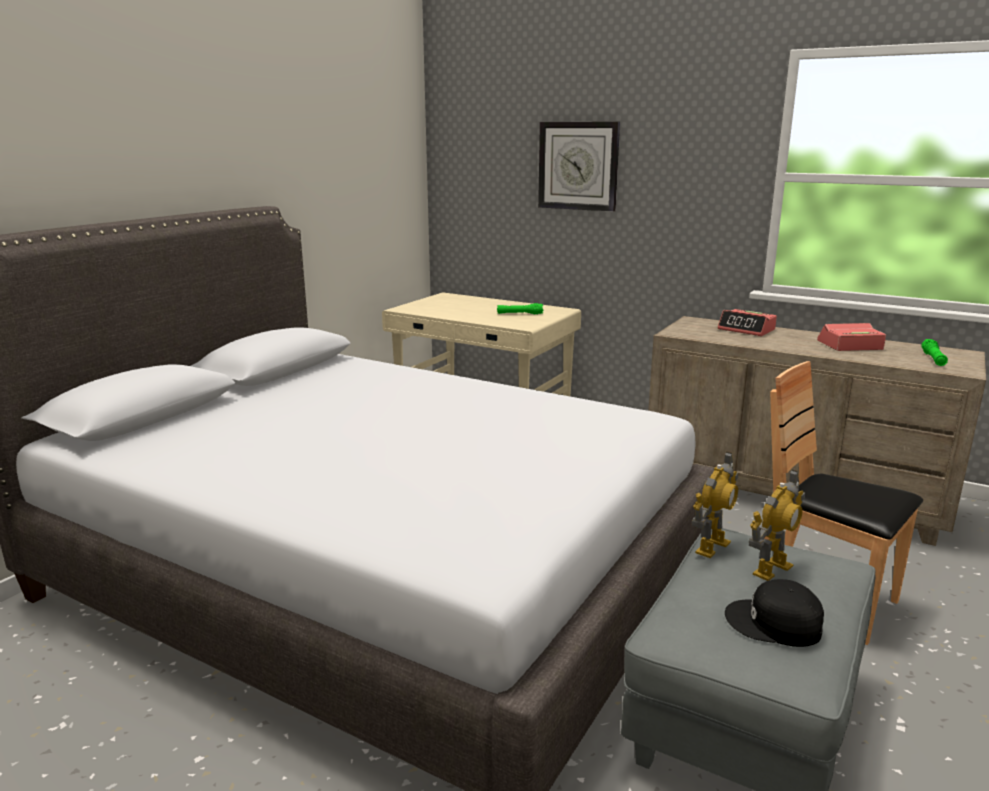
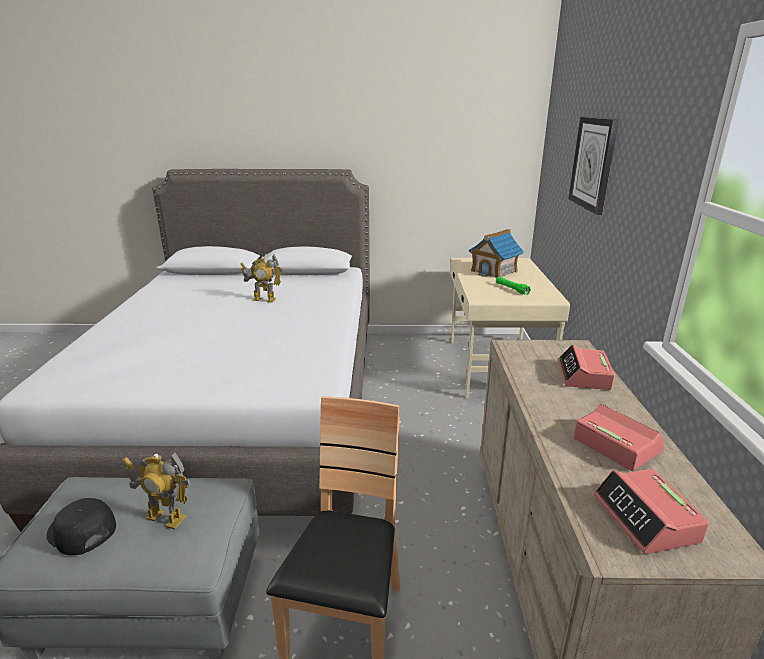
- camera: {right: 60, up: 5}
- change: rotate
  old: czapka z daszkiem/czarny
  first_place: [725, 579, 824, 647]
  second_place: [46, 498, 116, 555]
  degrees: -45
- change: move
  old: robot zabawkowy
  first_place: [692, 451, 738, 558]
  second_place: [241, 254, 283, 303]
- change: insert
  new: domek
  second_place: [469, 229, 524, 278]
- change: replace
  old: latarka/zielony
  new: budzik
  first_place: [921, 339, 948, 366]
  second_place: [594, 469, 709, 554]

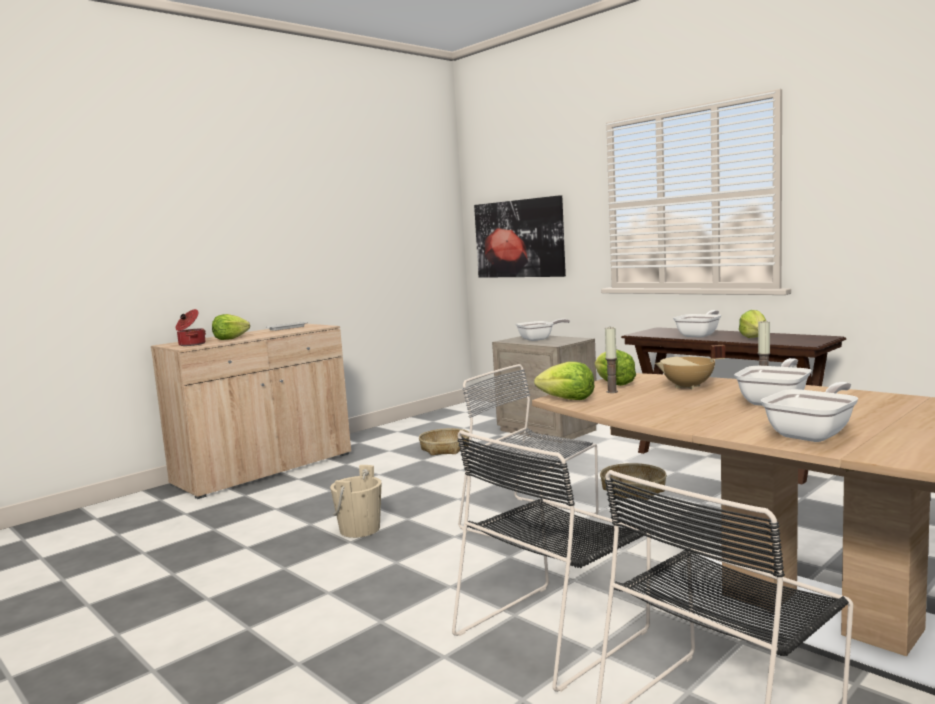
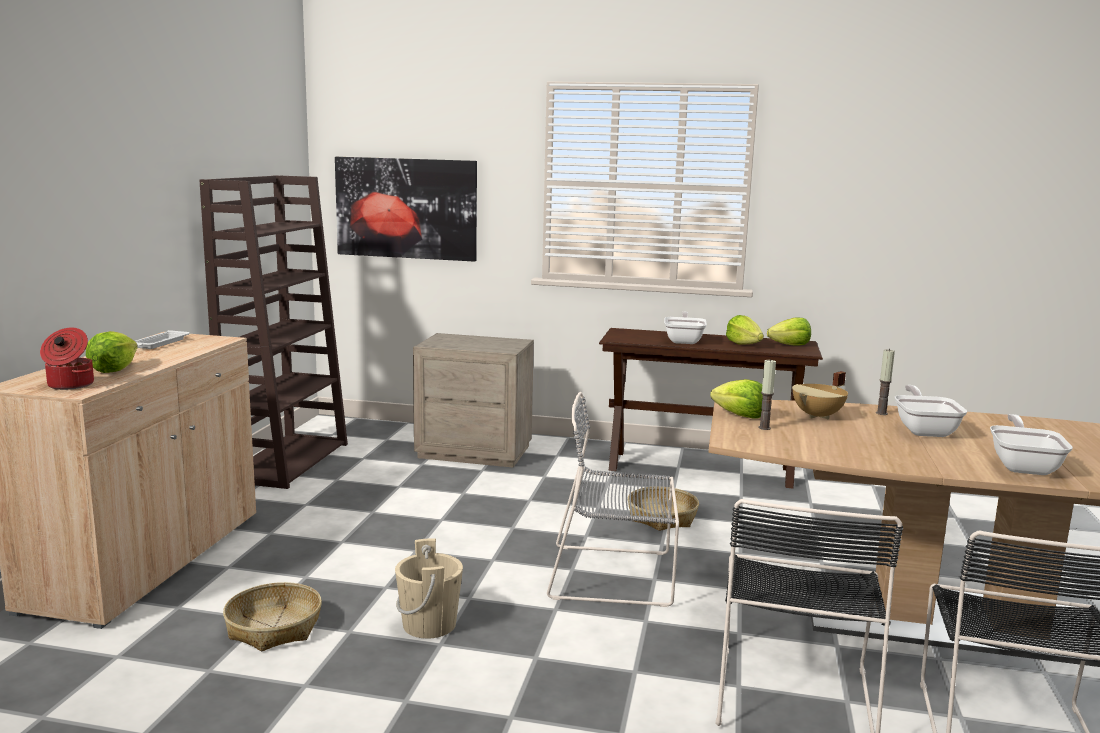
- camera: {right: -35, up: 5}
- change: insert
  new: regał/brązowy
  second_place: [199, 175, 348, 489]
- change: move
  old: koszyk
  first_place: [419, 428, 470, 455]
  second_place: [223, 582, 322, 651]
- change: move
  old: sałata
  first_place: [534, 362, 595, 400]
  second_place: [767, 318, 811, 346]
- change: delete
  old: patelnia
  first_place: [516, 319, 570, 341]

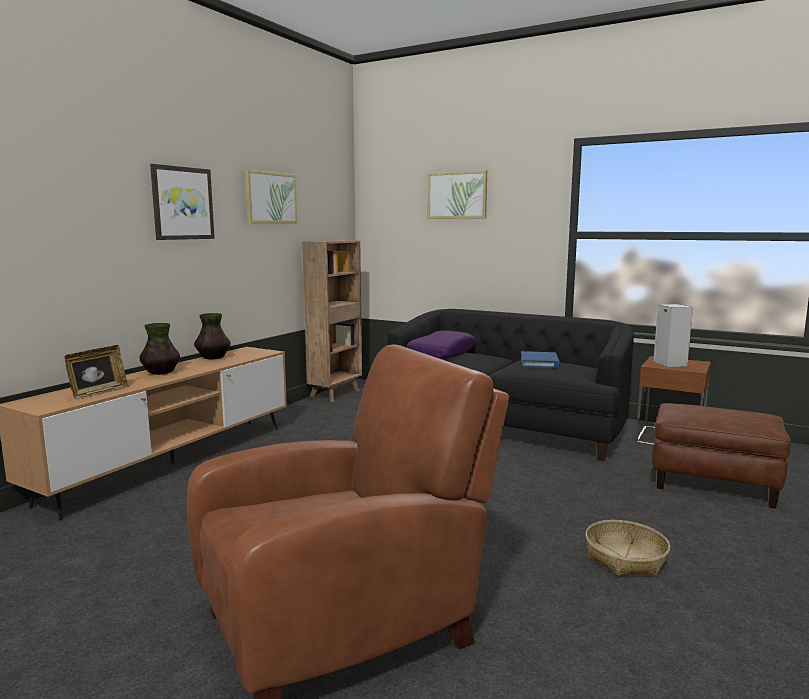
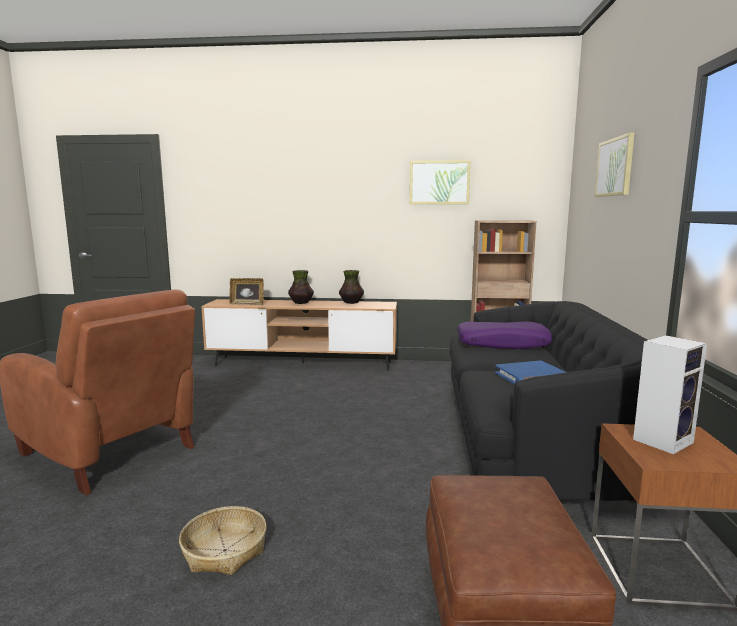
- camera: {right: 65, up: 0}
- change: delete
  old: obraz
  first_place: [150, 164, 215, 240]

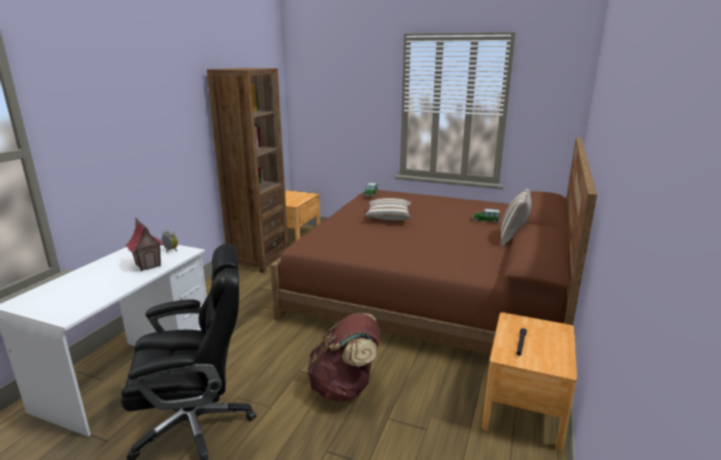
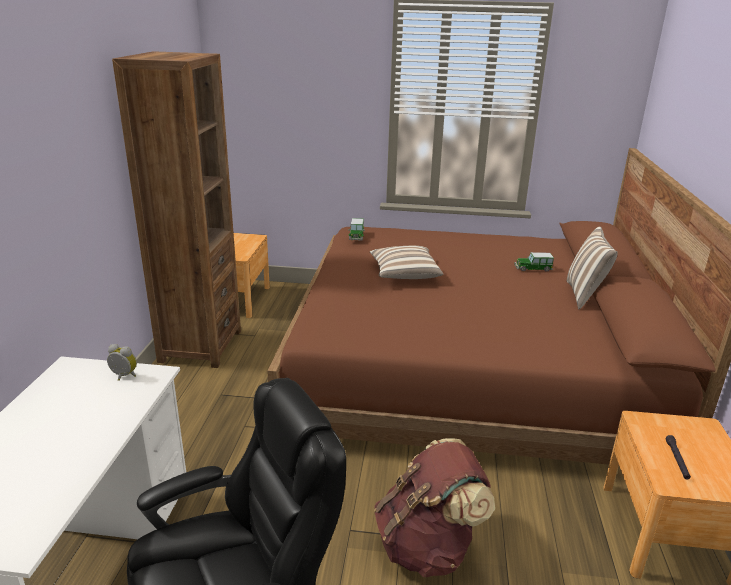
- camera: {right: -15, up: 5}
- change: delete
  old: domek
  first_place: [126, 218, 164, 271]

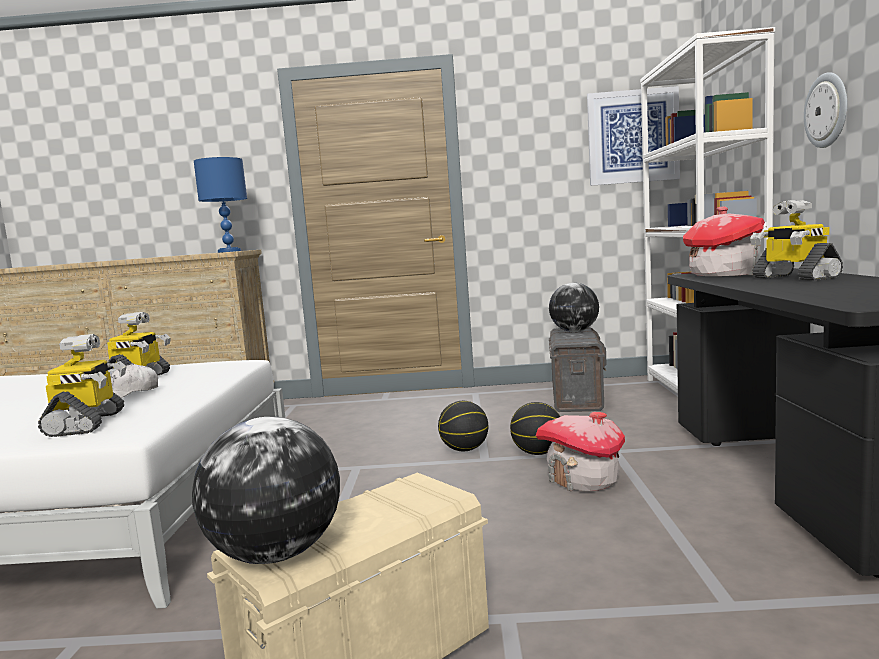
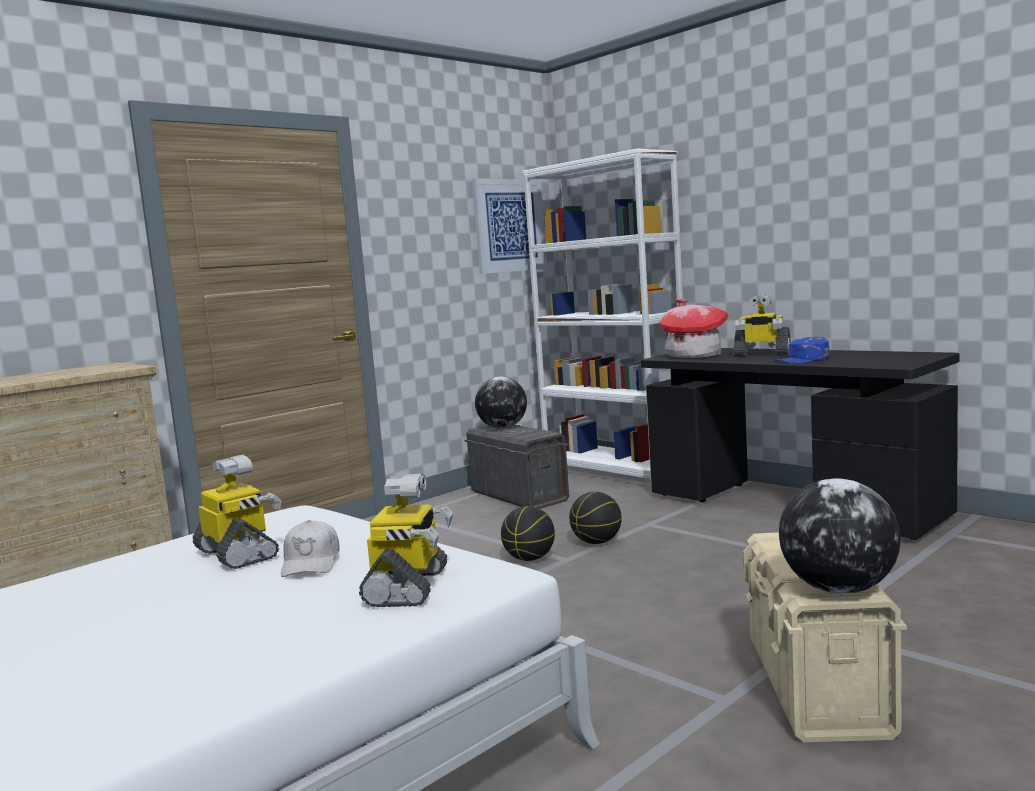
- camera: {right: -45, up: 0}
- change: rotate
  old: robot zabawkowy
  first_place: [38, 334, 126, 437]
  second_place: [359, 474, 453, 607]
  degrees: 60
- change: insert
  new: czapka z daszkiem/niebieski
  second_place: [774, 337, 830, 363]
- change: delete
  old: lampa stołowa/niebieski
  first_place: [194, 157, 247, 253]
- change: delete
  old: domek
  first_place: [536, 412, 625, 491]
- change: delete
  old: zegar ścienny
  first_place: [804, 72, 848, 148]

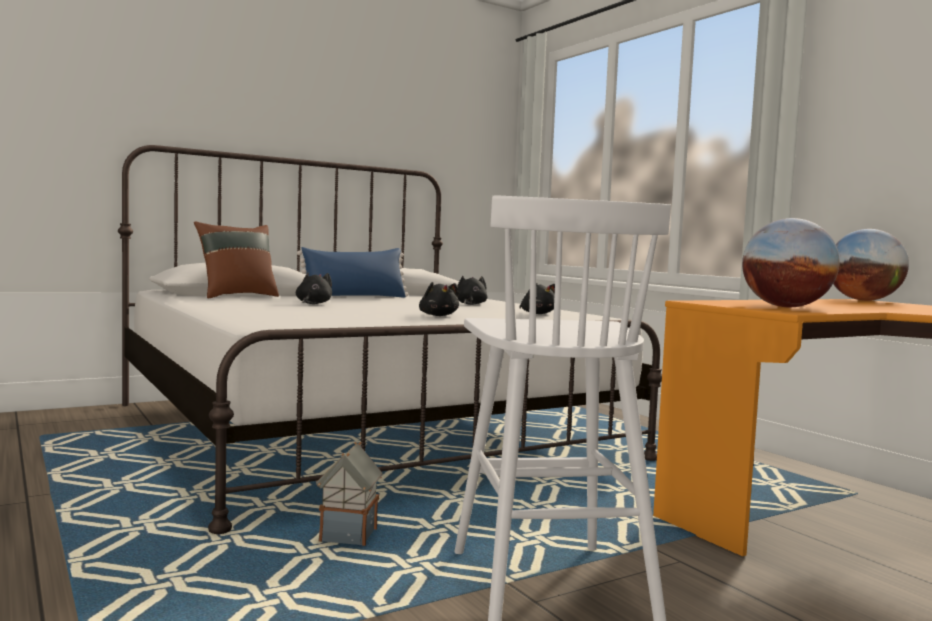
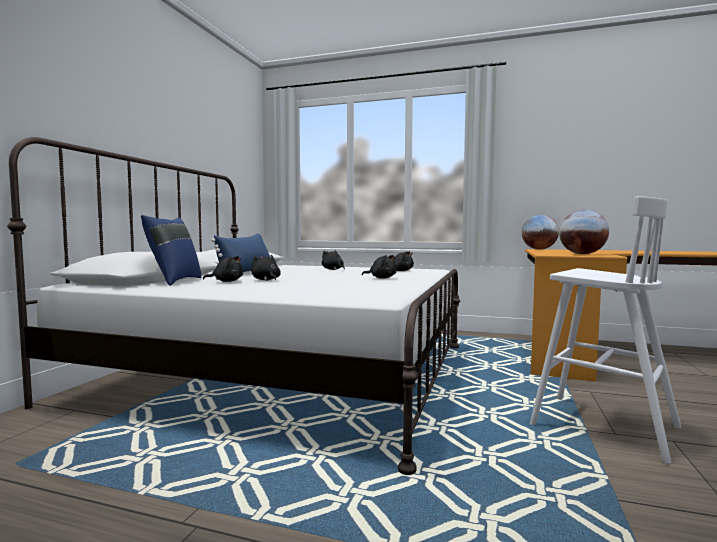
- camera: {right: -40, up: 0}
- change: recolor
  old: poduszka/brązowy
  new: poduszka/niebieski
  first_place: [194, 221, 279, 299]
  second_place: [141, 215, 202, 286]
- change: insert
  new: pluszak/czarny
  second_place: [203, 256, 243, 282]
- change: delete
  old: domek
  first_place: [316, 441, 383, 546]

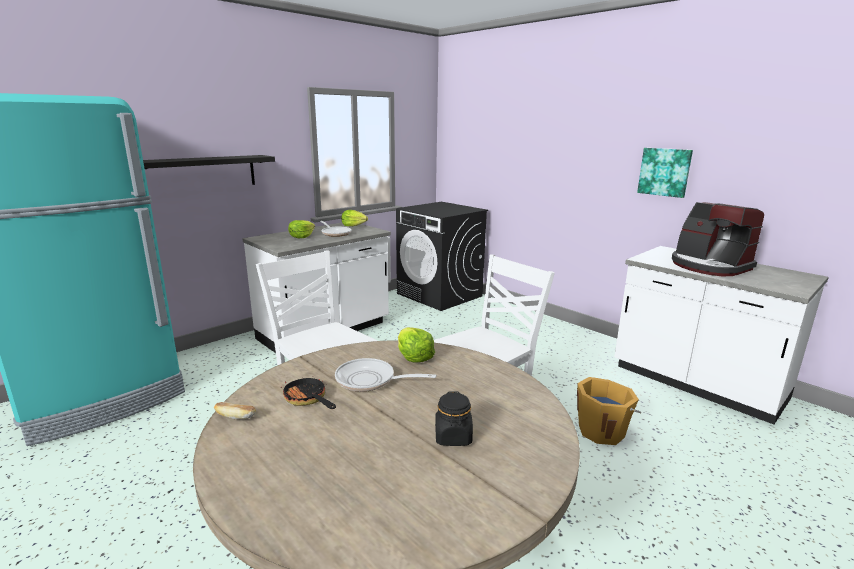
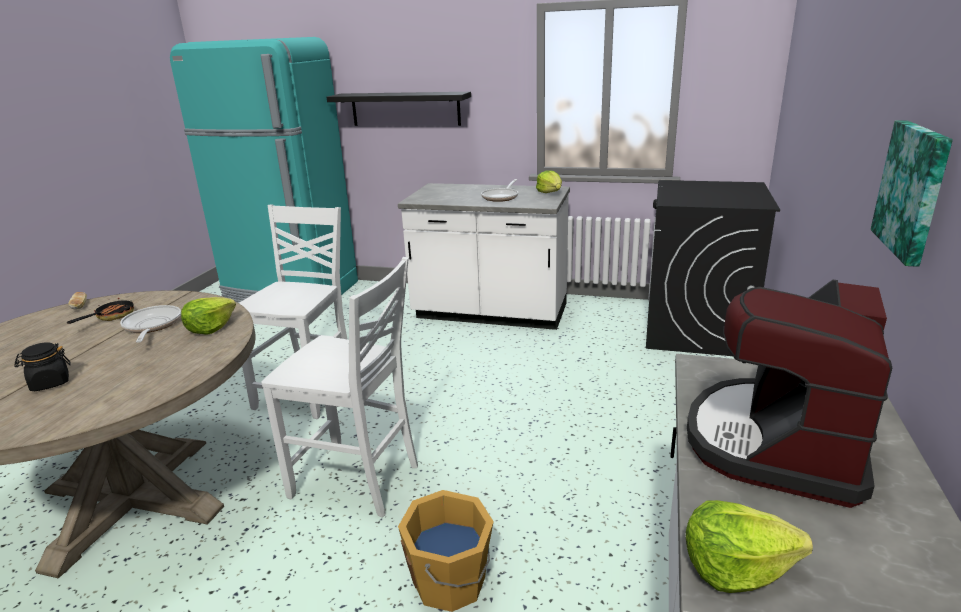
- camera: {right: 60, up: 5}
- change: move
  old: sałata
  first_place: [288, 220, 315, 238]
  second_place: [686, 500, 813, 593]

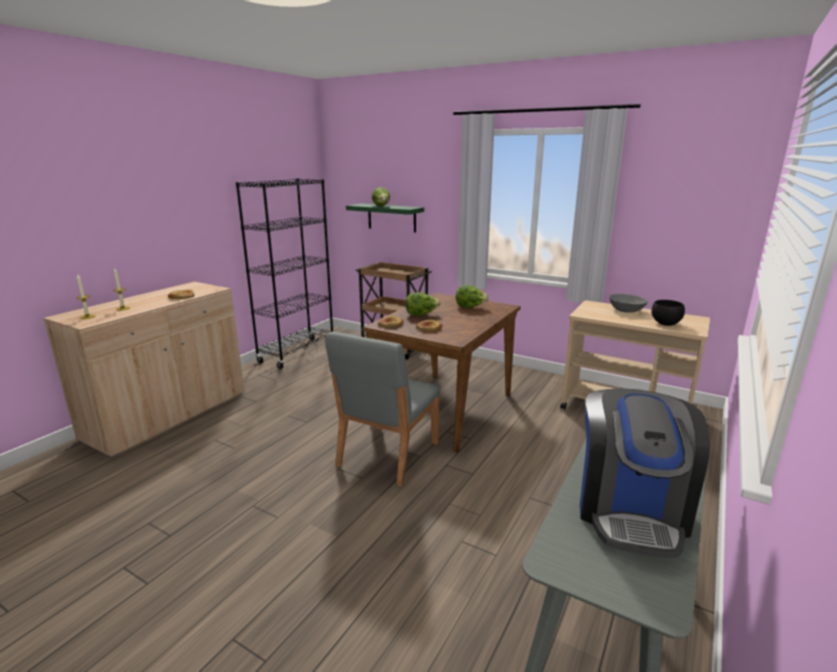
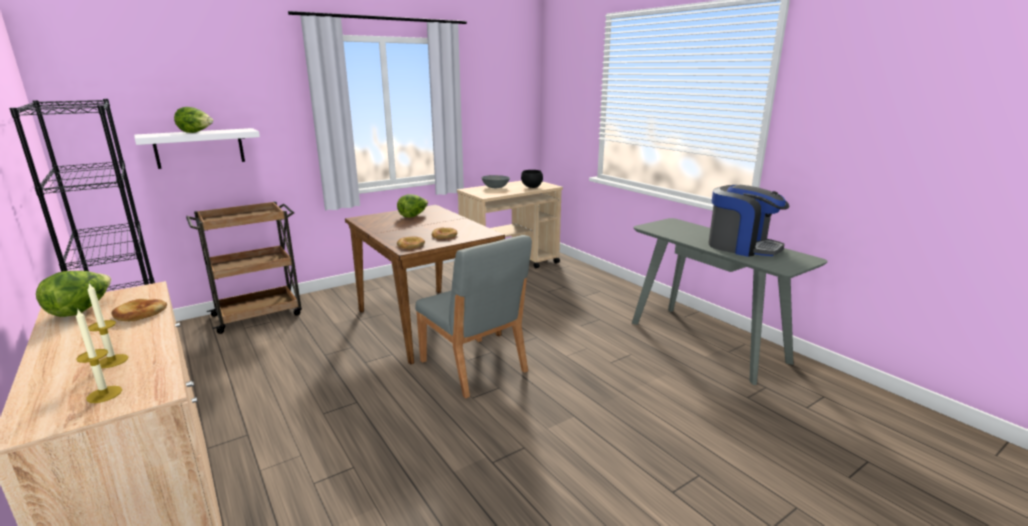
- camera: {right: -65, up: 0}
- change: move
  old: sałata
  first_place: [406, 292, 440, 316]
  second_place: [36, 271, 111, 317]
- change: recolor
  old: półka/zielony
  new: półka/biały
  first_place: [346, 204, 424, 232]
  second_place: [134, 128, 260, 169]

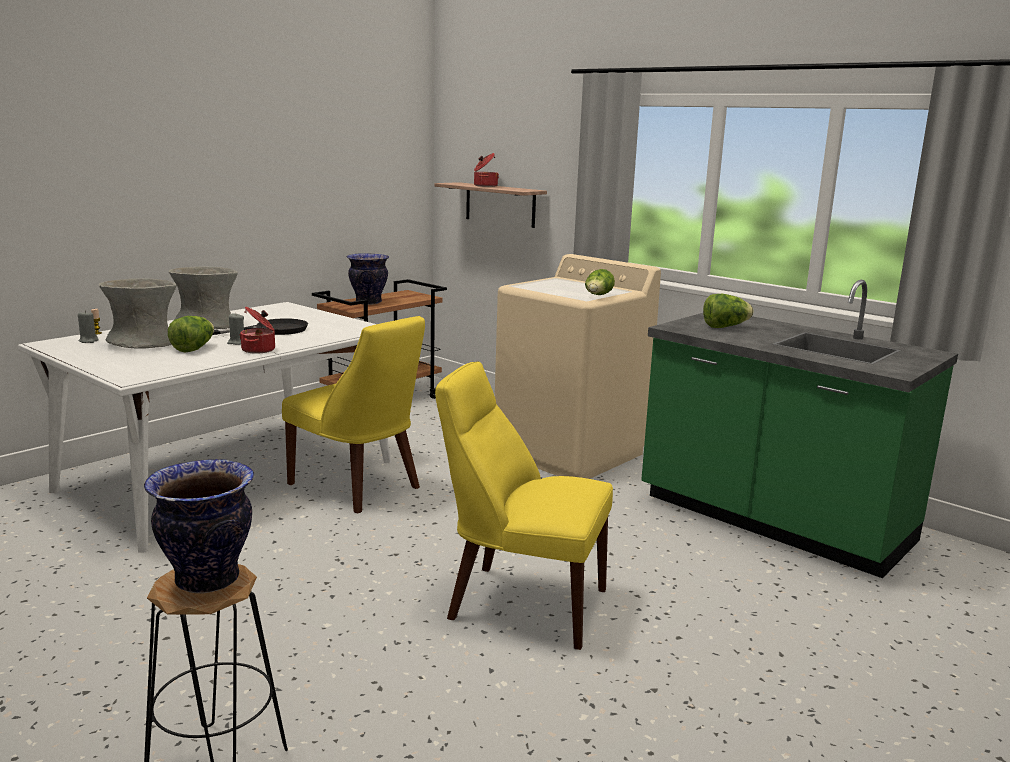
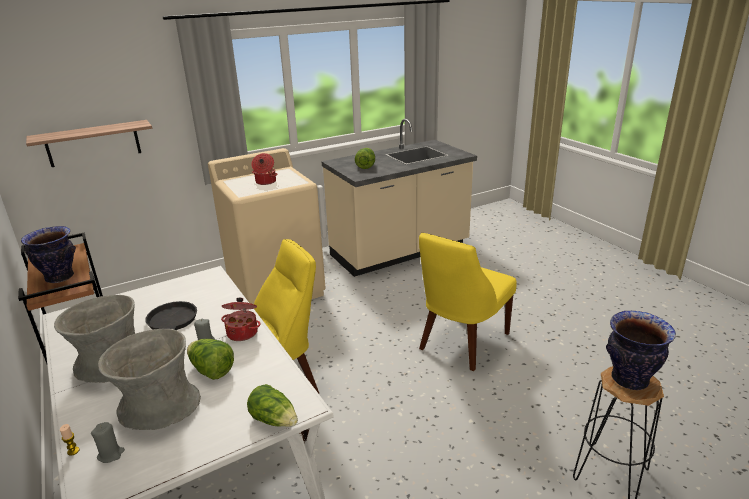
- camera: {right: -70, up: 10}
- change: move
  old: sałata
  first_place: [585, 269, 615, 295]
  second_place: [247, 384, 298, 427]
- change: move
  old: garnek
  first_place: [474, 153, 499, 187]
  second_place: [251, 153, 278, 185]
- change: recolor
  old: zabudowa kuchenna/zielony
  new: zabudowa kuchenna/beżowy
  first_place: [641, 280, 958, 578]
  second_place: [321, 119, 477, 277]

